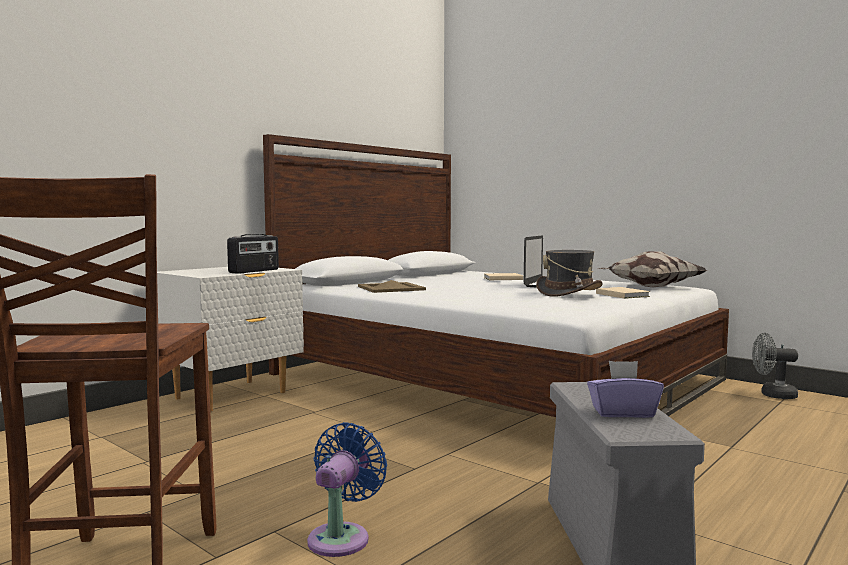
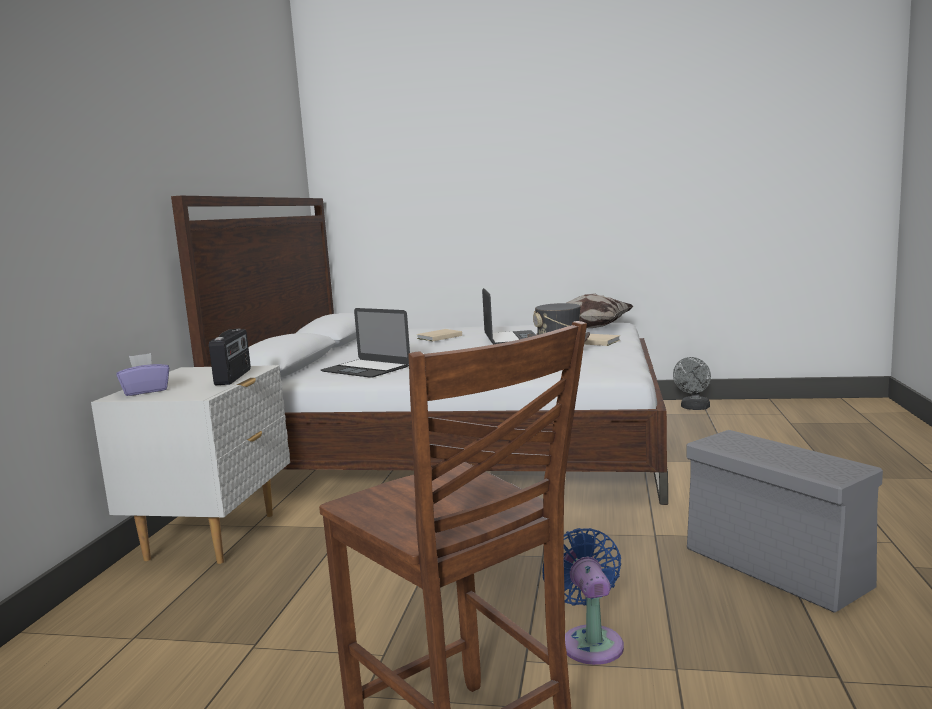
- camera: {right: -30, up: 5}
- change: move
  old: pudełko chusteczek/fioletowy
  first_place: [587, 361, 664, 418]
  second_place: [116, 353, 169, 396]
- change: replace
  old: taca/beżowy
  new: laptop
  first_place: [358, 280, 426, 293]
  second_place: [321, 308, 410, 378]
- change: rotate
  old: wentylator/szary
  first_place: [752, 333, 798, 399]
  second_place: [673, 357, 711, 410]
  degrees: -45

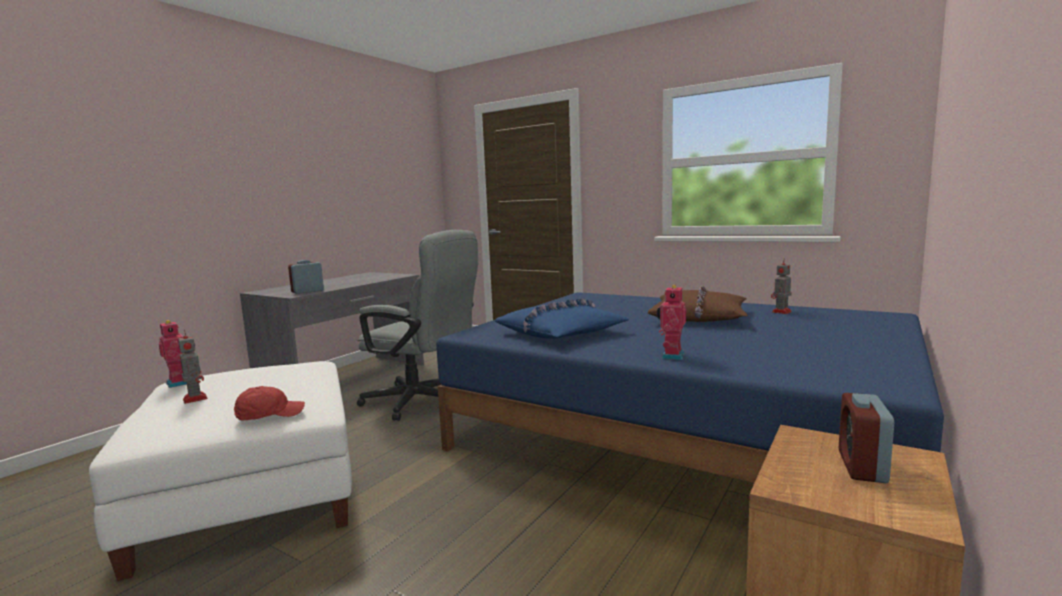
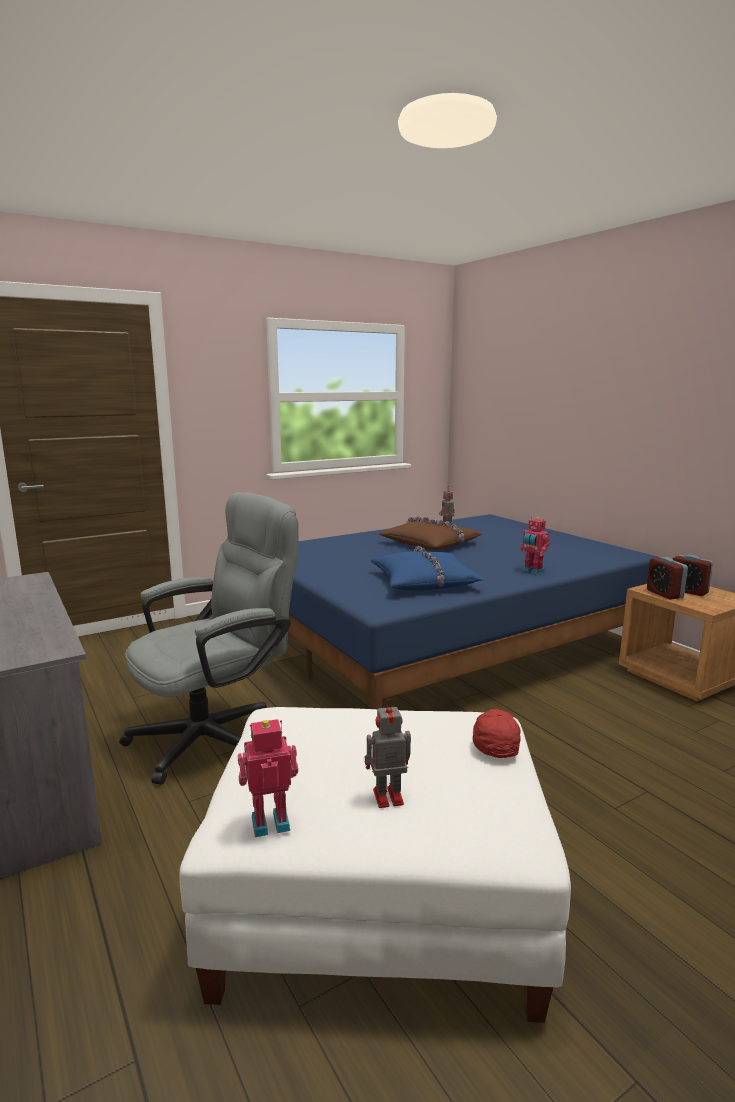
- camera: {right: -65, up: 5}
- change: move
  old: budzik
  first_place: [288, 260, 324, 294]
  second_place: [647, 557, 688, 600]

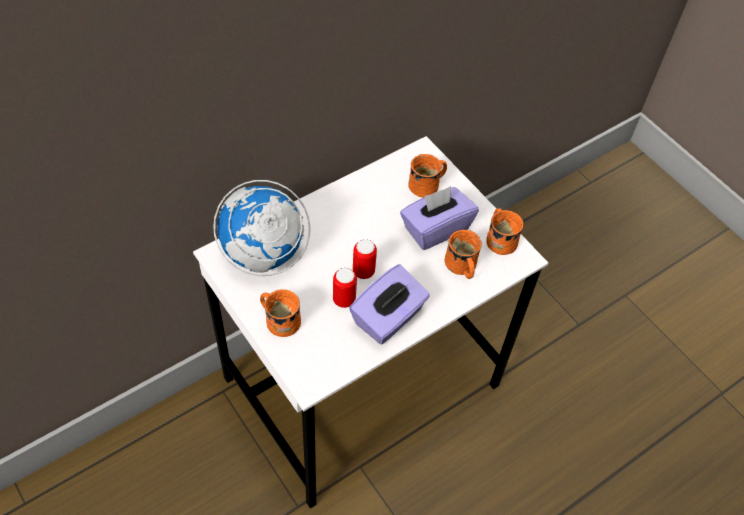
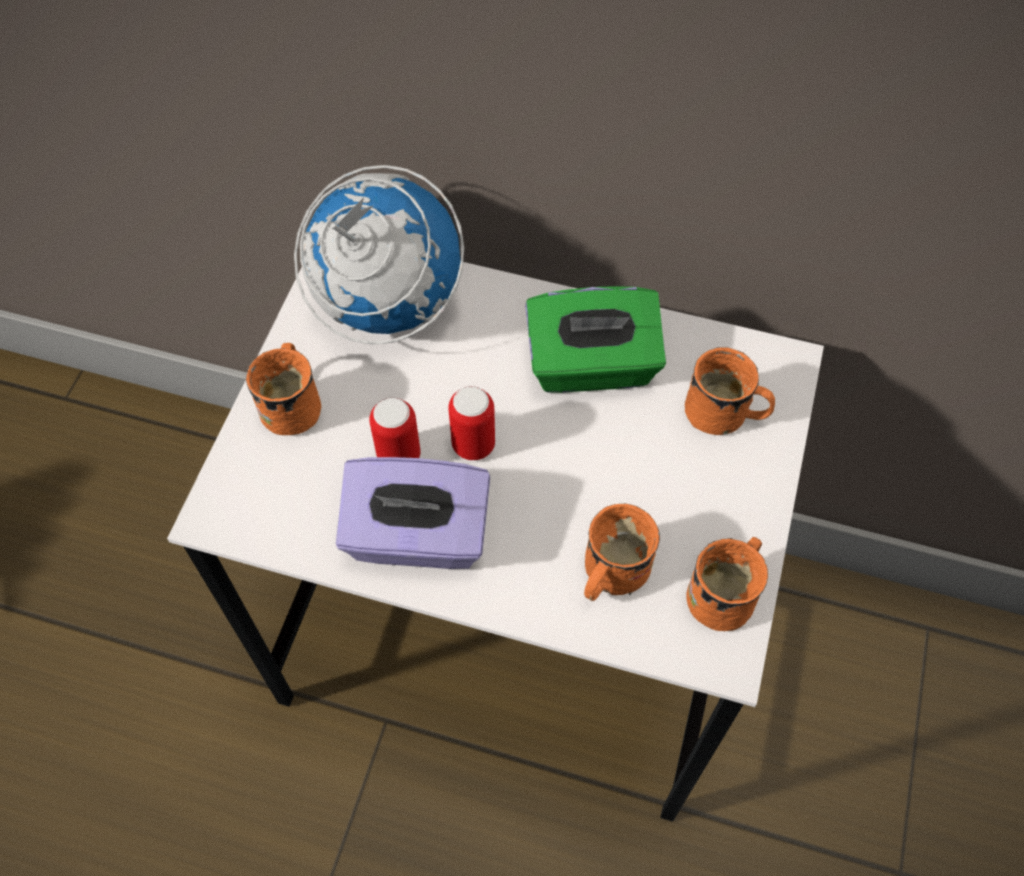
- camera: {right: 55, up: 5}
- change: insert
  new: pudełko chusteczek/zielony
  second_place: [525, 286, 666, 393]
- change: delete
  old: pudełko chusteczek/fioletowy
  first_place: [400, 186, 479, 250]

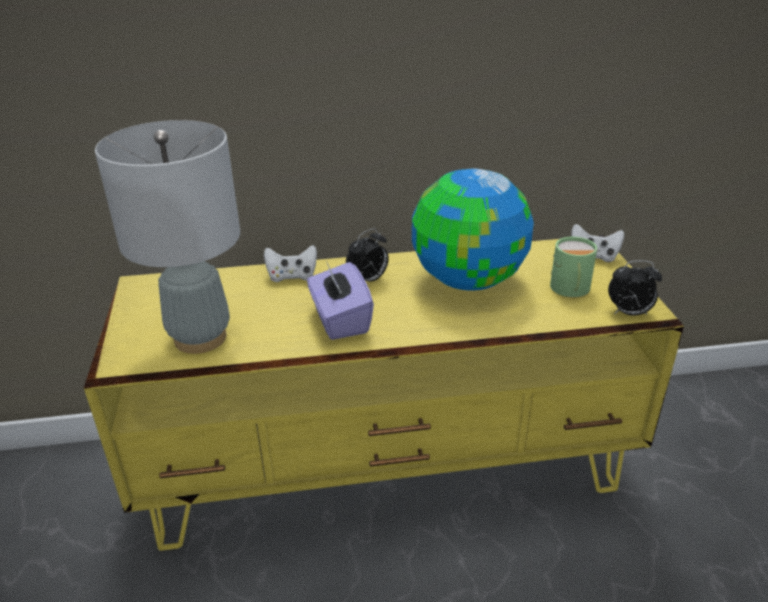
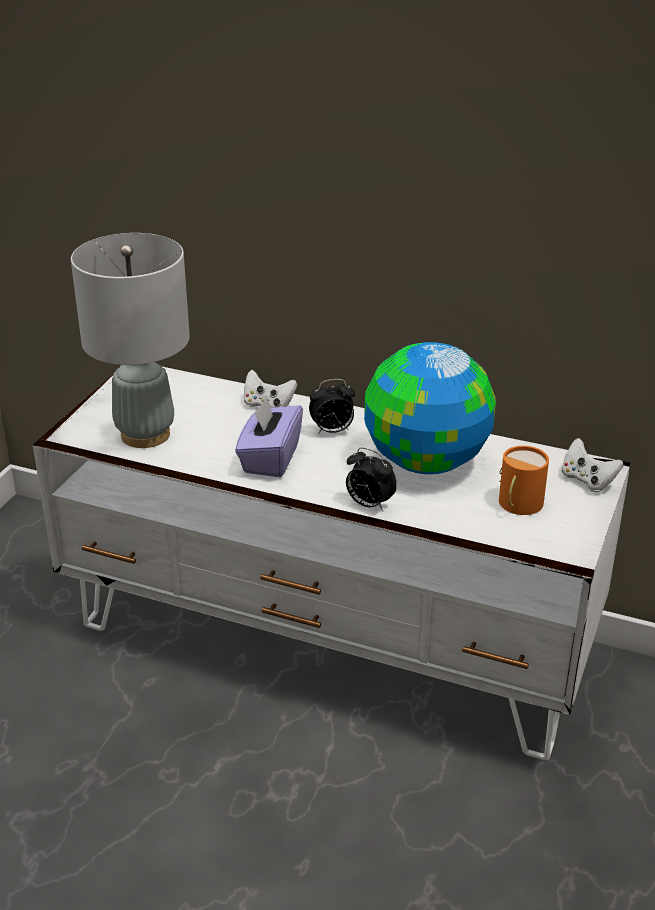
- camera: {right: 30, up: 0}
- change: recolor
  old: szafka pod telewizor/żółty
  new: szafka pod telewizor/biały
  first_place: [84, 235, 684, 551]
  second_place: [33, 367, 631, 761]
- change: move
  old: budzik
  first_place: [608, 260, 662, 316]
  second_place: [346, 447, 397, 511]
- change: recolor
  old: kubek/zielony
  new: kubek/pomarańczowy
  first_place: [550, 237, 597, 298]
  second_place: [499, 446, 549, 515]

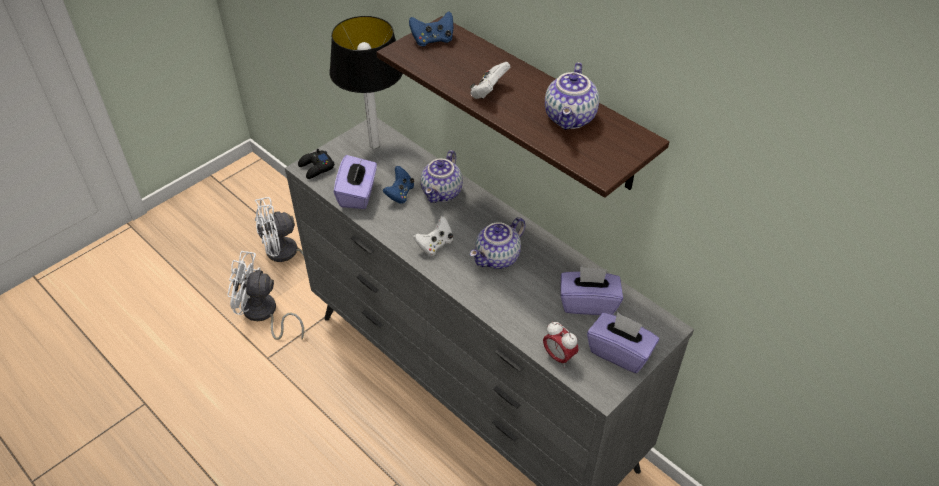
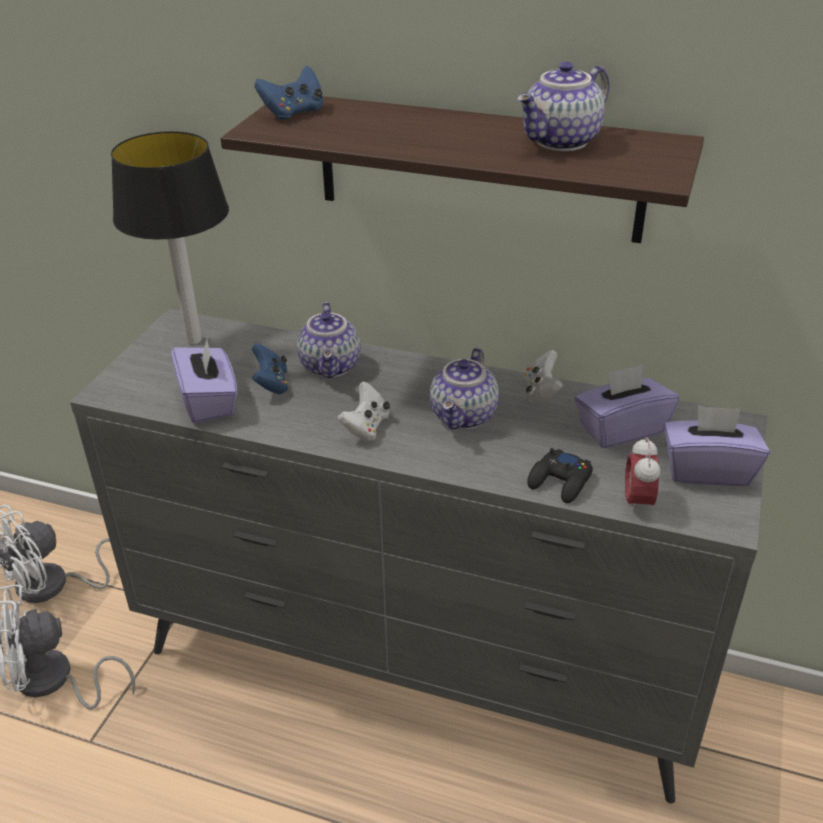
- camera: {right: -25, up: -10}
- change: rotate
  old: imbryk
  first_place: [545, 62, 599, 130]
  second_place: [517, 61, 610, 151]
  degrees: 60
- change: move
  old: pad do gier/biały
  first_place: [470, 62, 511, 99]
  second_place: [524, 350, 563, 404]
- change: move
  old: pad do gier/czarny
  first_place: [298, 149, 335, 179]
  second_place: [527, 448, 593, 503]
- change: rotate
  old: budzik
  first_place: [543, 322, 579, 368]
  second_place: [625, 437, 660, 515]
  degrees: 75

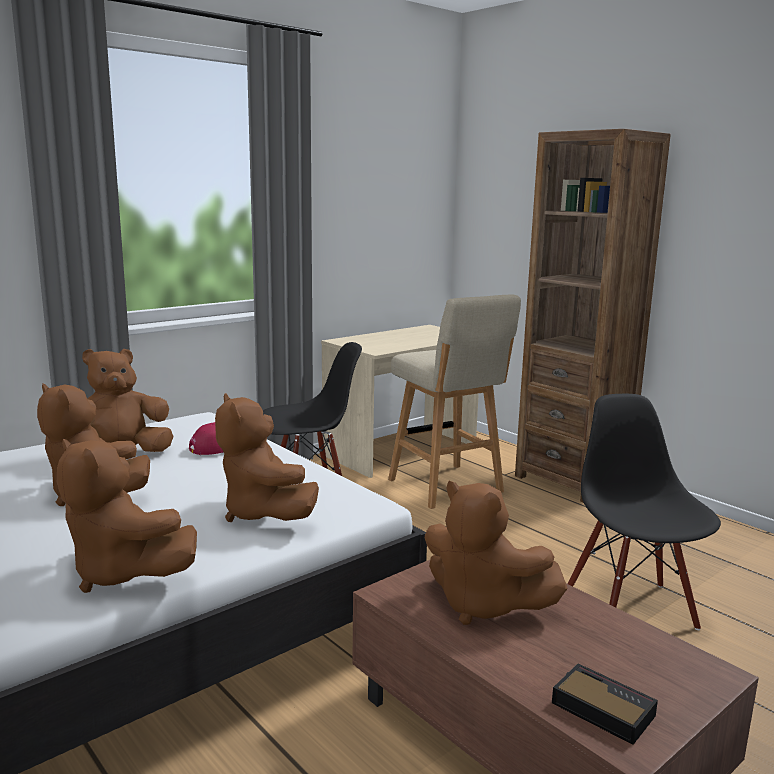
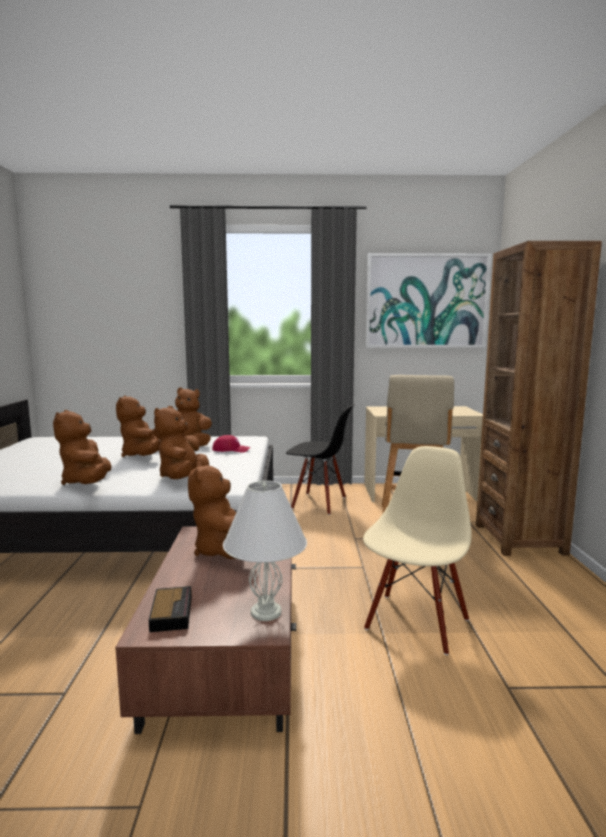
- camera: {right: 40, up: -5}
- change: insert
  new: lampa stołowa/biały
  second_place: [223, 481, 307, 621]
- change: recolor
  old: krzesło/czarny
  new: krzesło/beżowy
  first_place: [568, 394, 721, 630]
  second_place: [363, 446, 472, 655]
- change: insert
  new: obraz
  second_place: [365, 253, 492, 348]

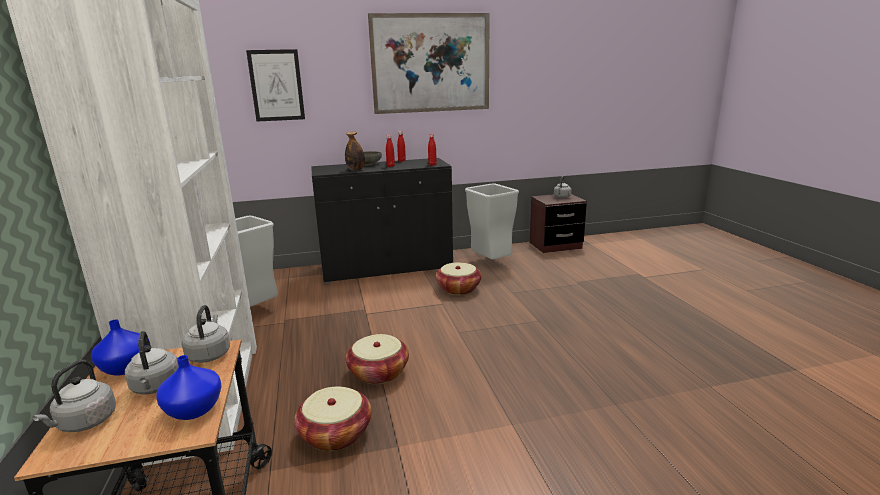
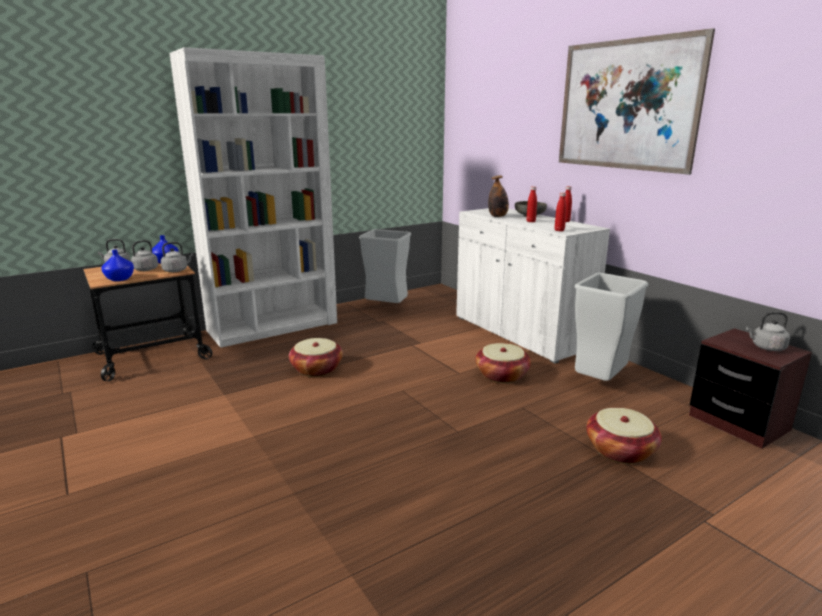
- camera: {right: 70, up: 0}
- change: recolor
  old: szafka/czarny
  new: szafka/biały
  first_place: [311, 158, 453, 284]
  second_place: [456, 208, 610, 364]
- change: move
  old: koszyk
  first_place: [294, 387, 372, 451]
  second_place: [586, 408, 662, 464]
- change: delete
  old: obraz
  first_place: [246, 49, 305, 122]

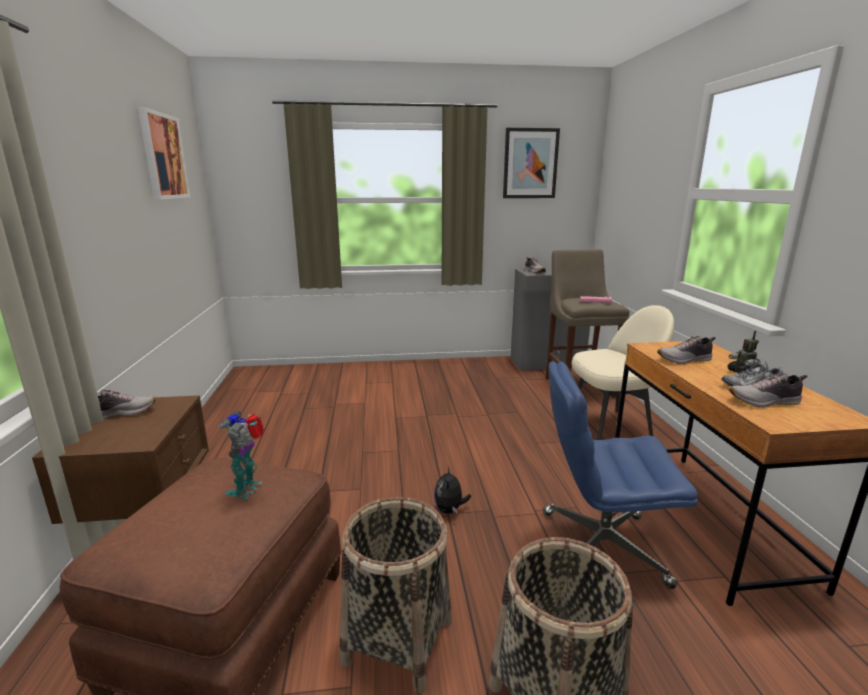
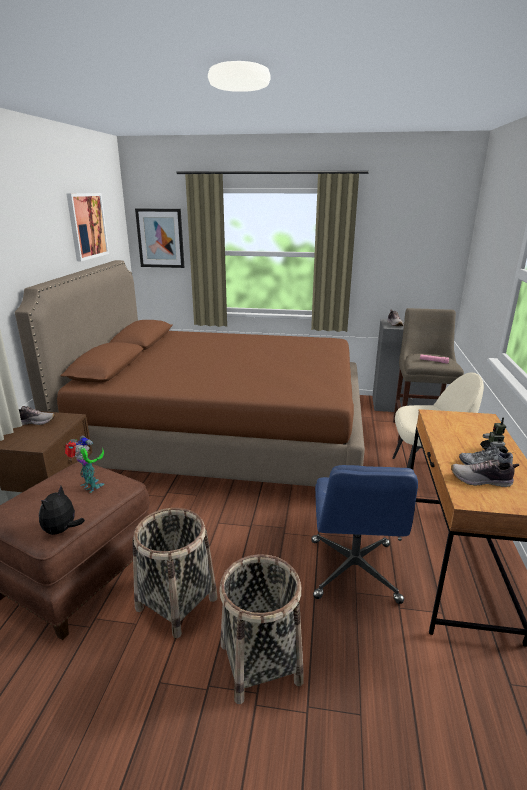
- camera: {right: 15, up: 5}
- change: insert
  new: łóżko/brązowy
  second_place: [15, 260, 365, 486]
- change: move
  old: pluszak
  first_place: [434, 467, 471, 514]
  second_place: [39, 486, 85, 535]
- change: rotate
  old: robot zabawkowy
  first_place: [218, 411, 265, 500]
  second_place: [65, 435, 104, 493]
  degrees: 105
- change: move
  old: obraz
  first_place: [503, 128, 560, 198]
  second_place: [135, 208, 185, 268]
- change: rotate
  old: krzesło biurowe/niebieski
  first_place: [543, 362, 698, 589]
  second_place: [312, 465, 418, 604]
  degrees: -105
- change: delete
  old: but
  first_place: [657, 336, 716, 364]

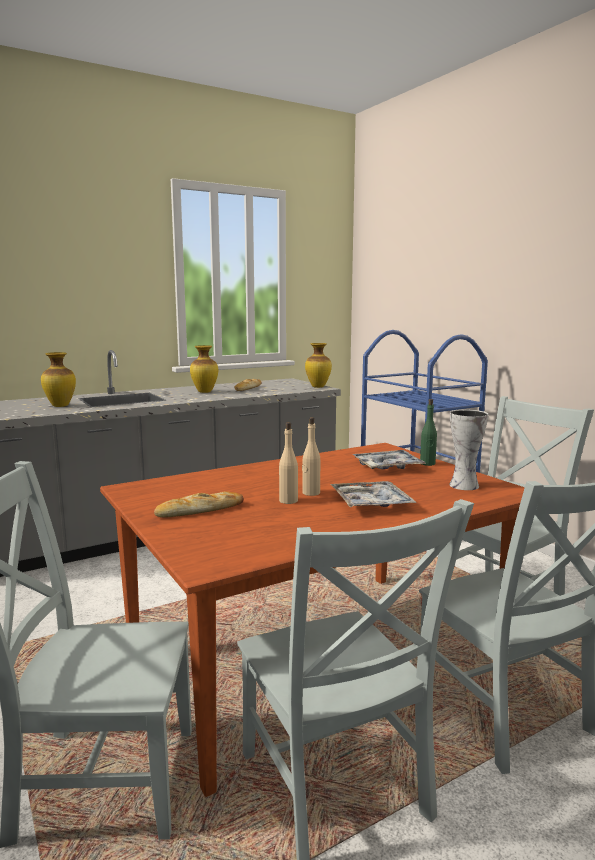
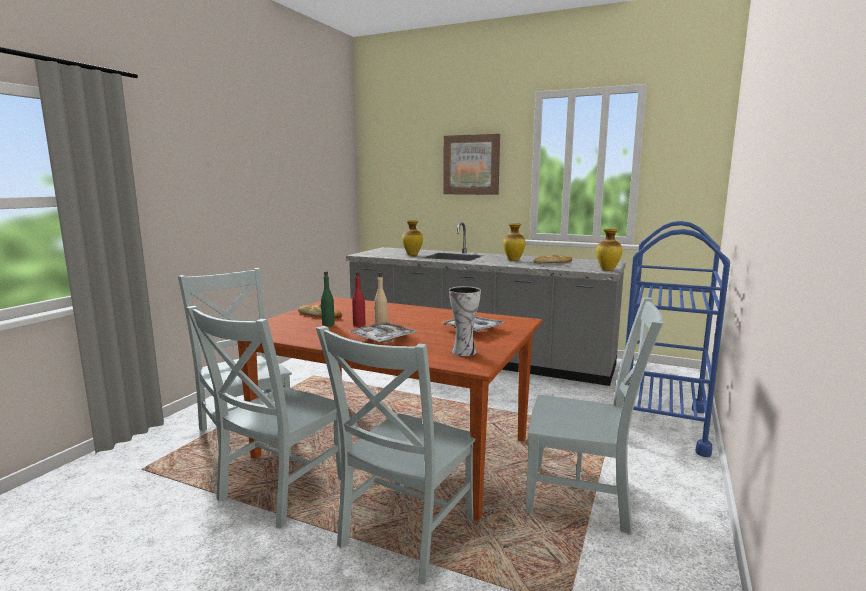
- camera: {right: 55, up: 0}
- change: move
  old: butelka/zielony
  first_place: [420, 399, 437, 466]
  second_place: [321, 272, 335, 326]
- change: recolor
  old: butelka/beżowy
  new: butelka/czerwony
  first_place: [279, 422, 298, 504]
  second_place: [352, 272, 366, 326]
- change: insert
  new: obraz
  second_place: [443, 134, 500, 195]

